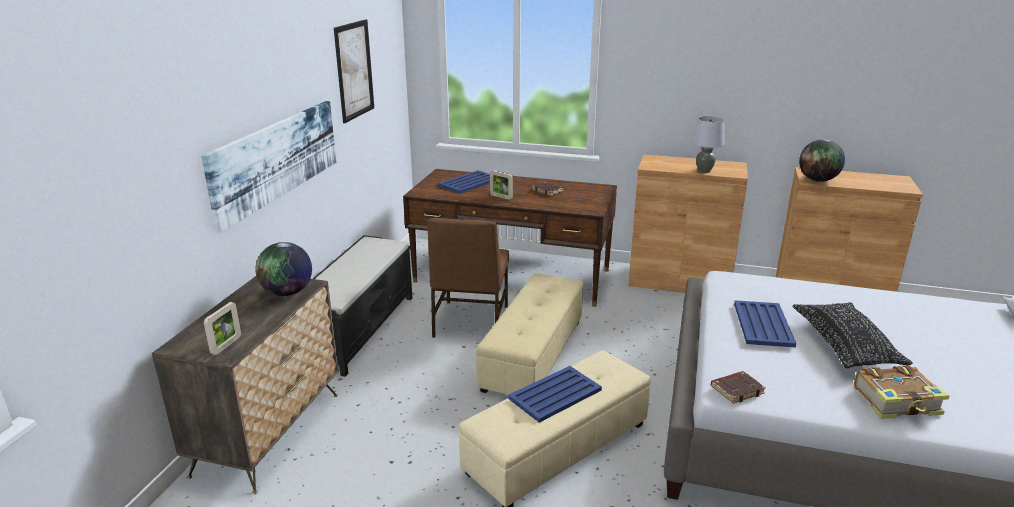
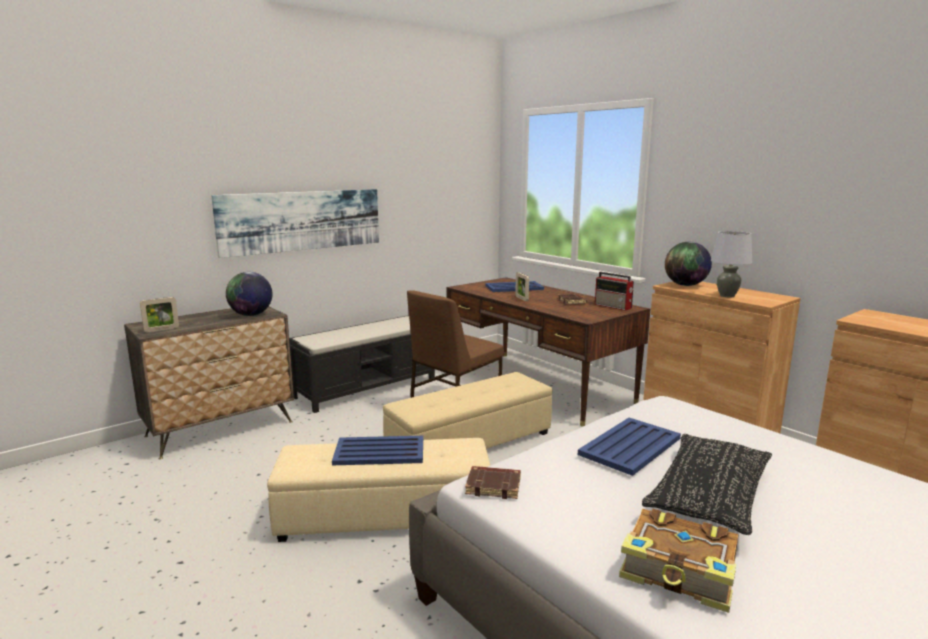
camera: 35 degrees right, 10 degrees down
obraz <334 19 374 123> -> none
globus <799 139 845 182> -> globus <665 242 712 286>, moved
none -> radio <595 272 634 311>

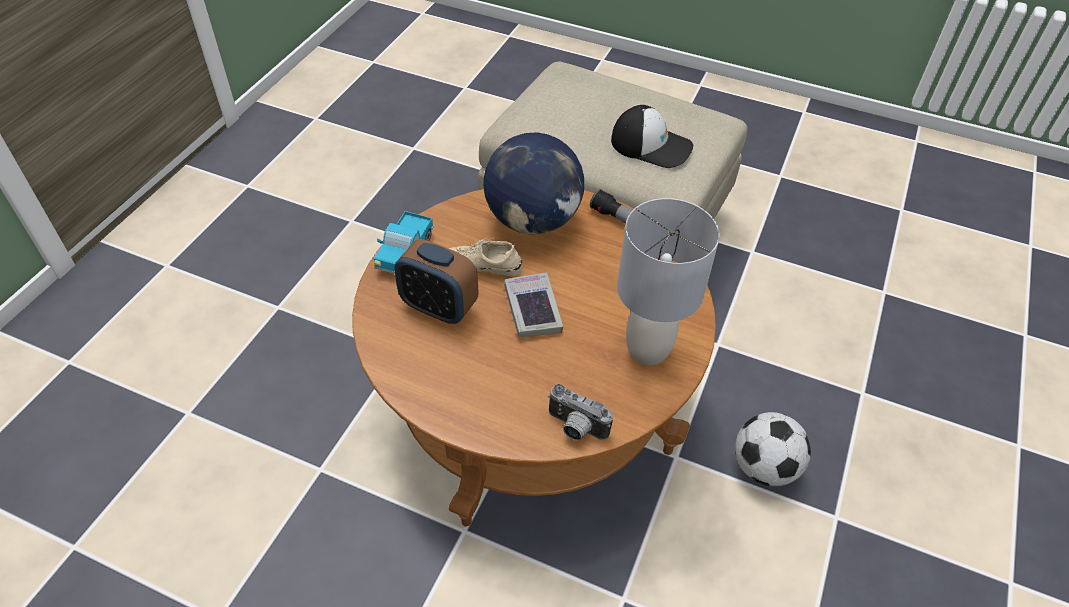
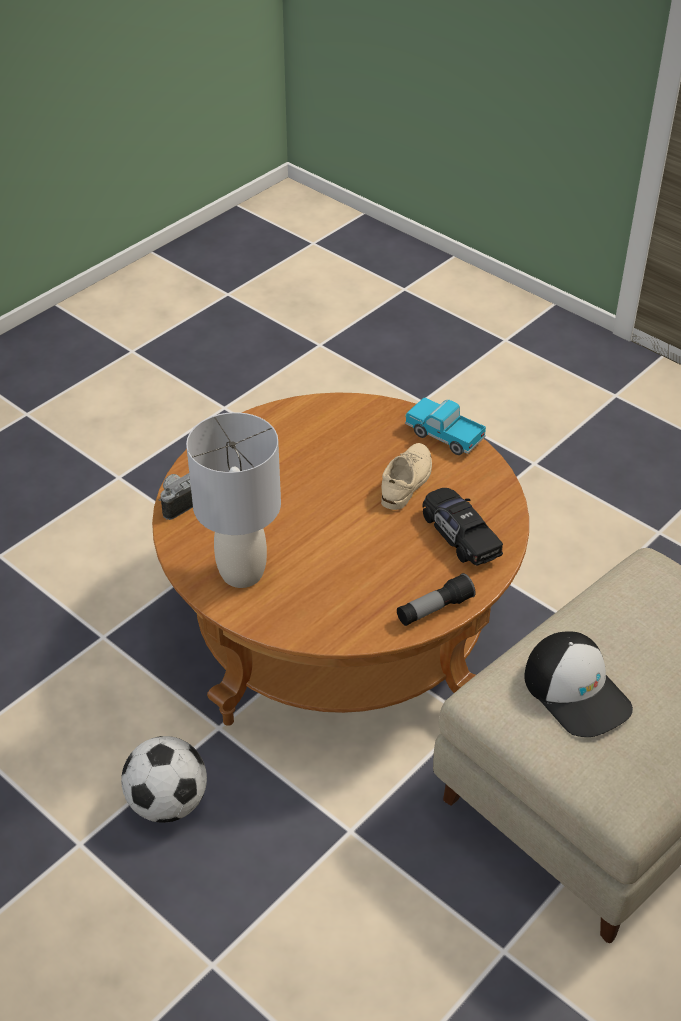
camera: 110 degrees right, 5 degrees down
budzik <394 239 479 324> -> none
globus <483 133 584 235> -> samochodzik [czarny] <422 488 503 566>
książka <504 272 563 337> -> none
czapka z daszkiem <611 105 693 168> -> czapka z daszkiem <524 631 633 737>, 75 degrees counterclockwise

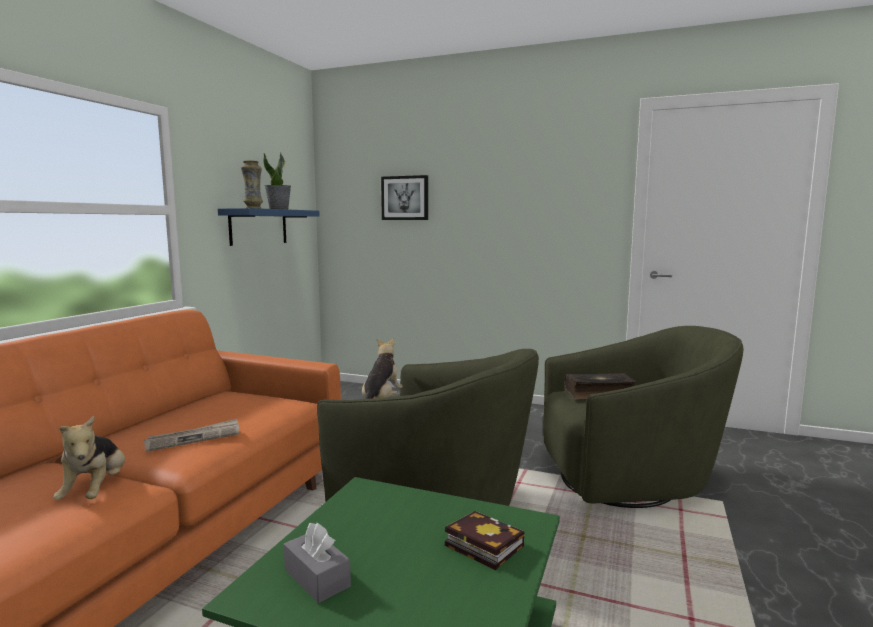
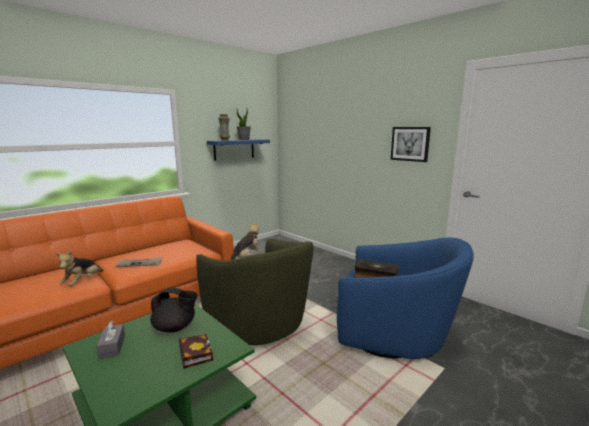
camera: 25 degrees right, 5 degrees up
obraz <381 175 428 220> -> obraz <391 127 431 162>, moved
fotel [zielony] <543 326 744 508> -> fotel [niebieski] <337 238 474 359>
none -> imbryk [czarny] <150 287 198 332>

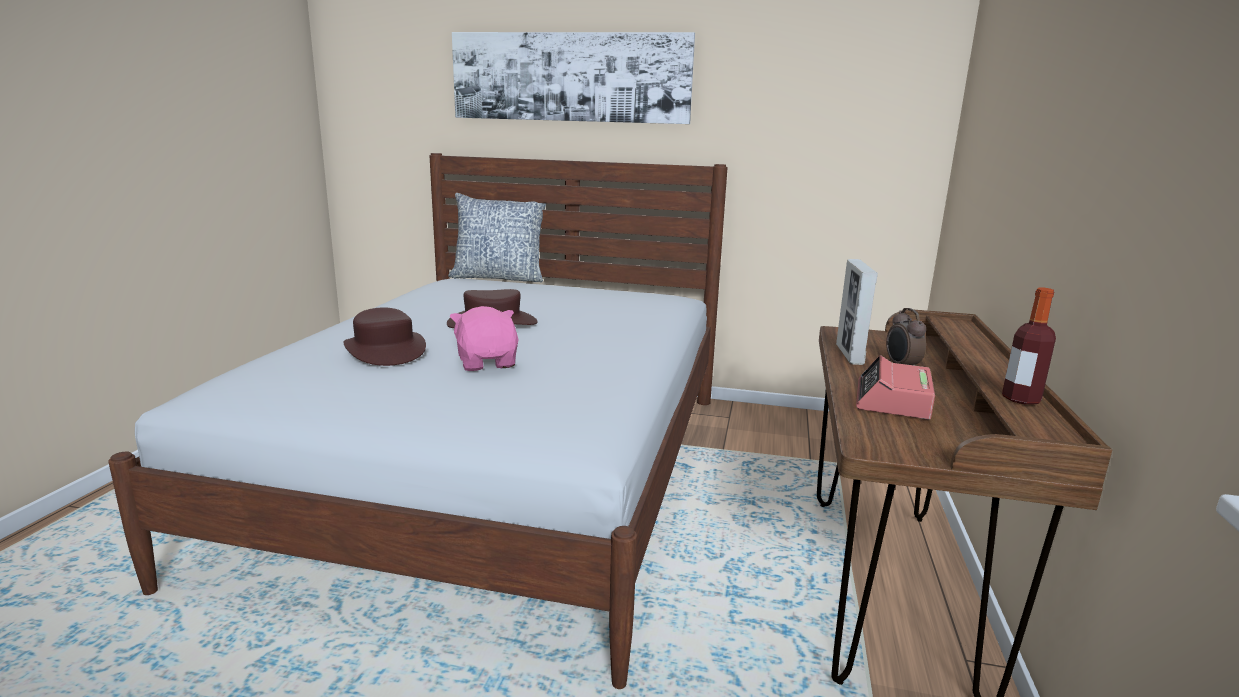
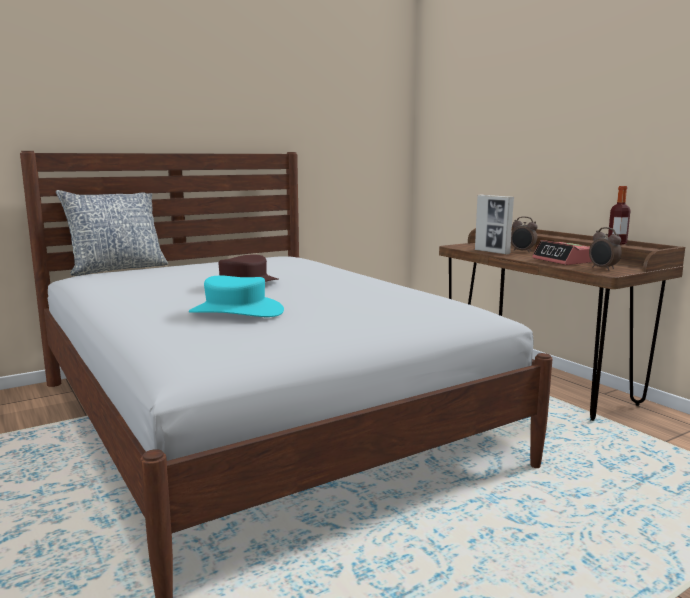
camera: 45 degrees left, 5 degrees down
kapelusz [brązowy] <343 307 426 366> -> kapelusz [turkusowy] <189 276 284 317>
pluszak [różowy] <450 306 519 371> -> none
obraz <452 32 695 124> -> none
none -> budzik <589 227 622 271>

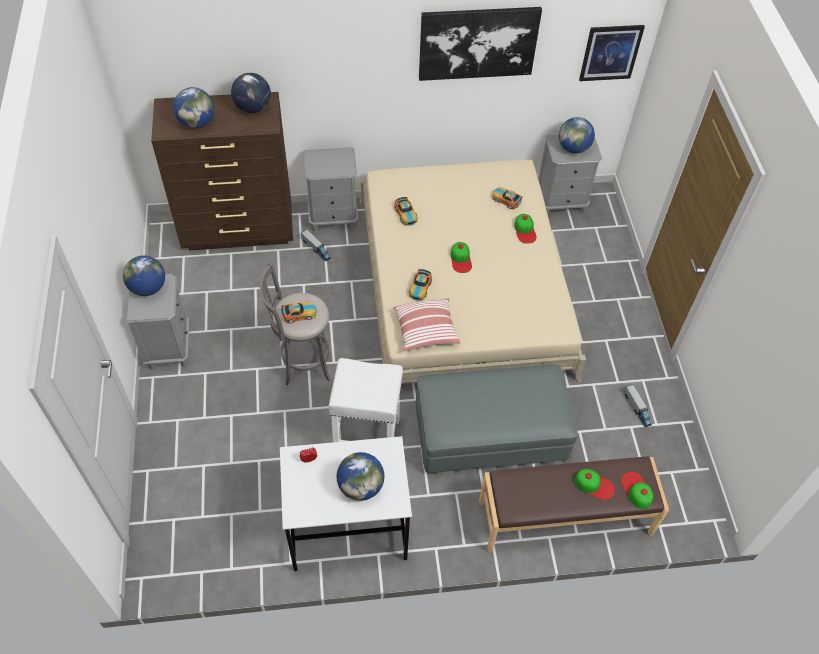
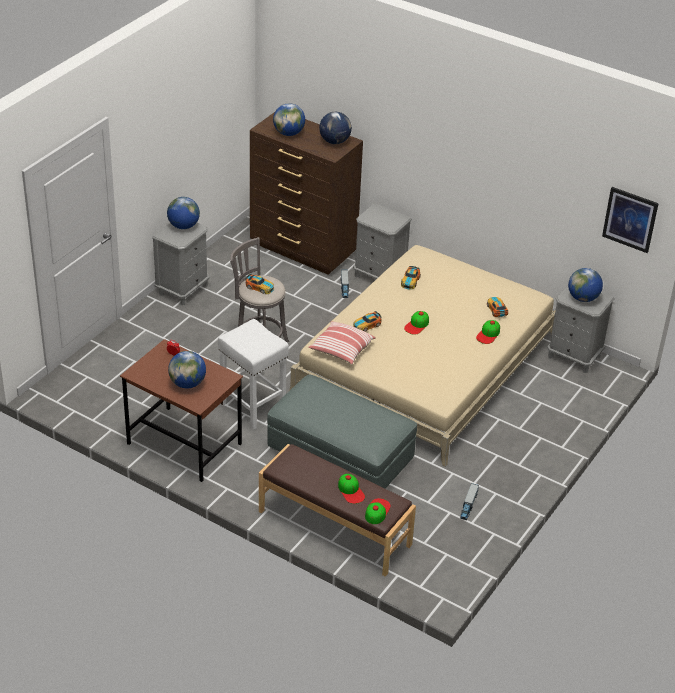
camera: 40 degrees right, 15 degrees down
biurko [biały] <280 436 412 571> -> biurko [brązowy] <120 339 243 482>
obraz <419 7 542 81> -> none

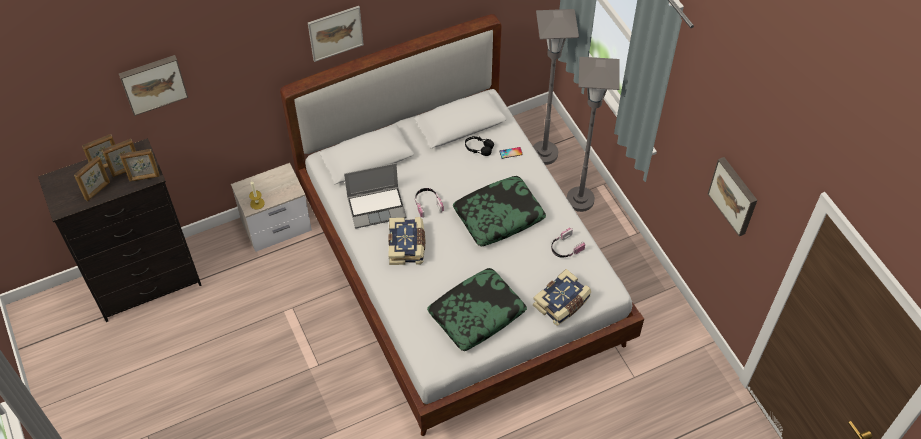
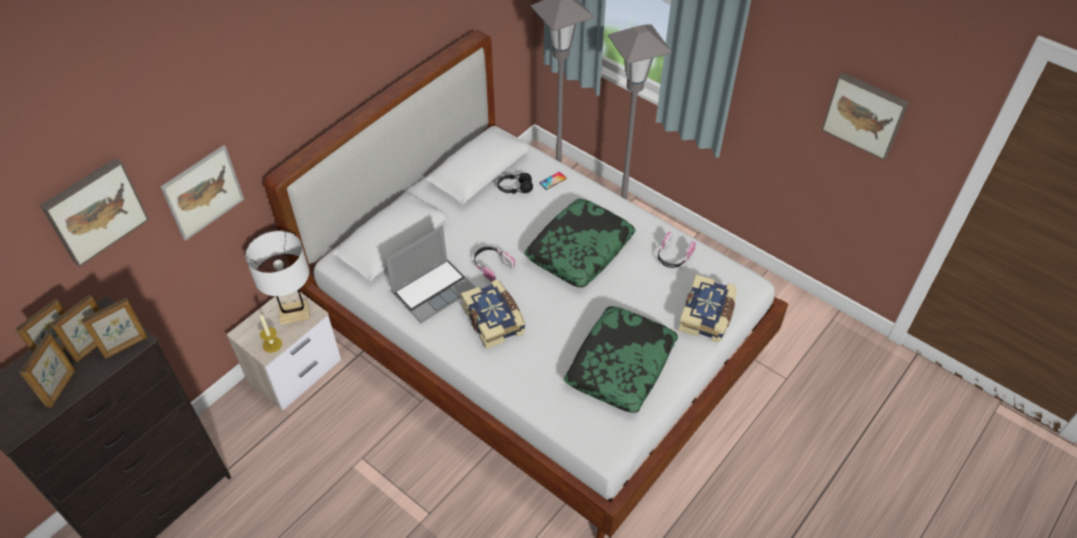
camera: 25 degrees left, 5 degrees down
obraz <308 6 364 62> -> obraz <160 145 244 241>, moved
none -> lampa stołowa [biały] <245 230 310 325>

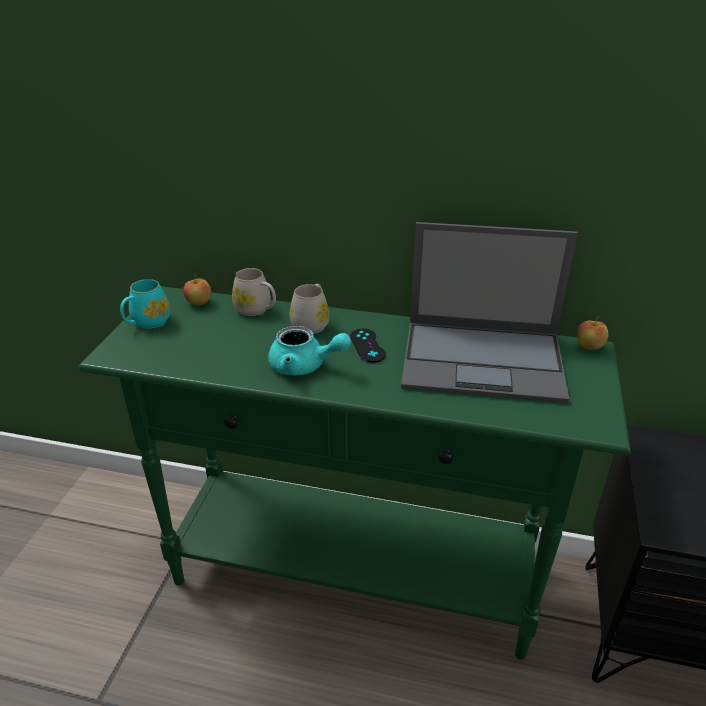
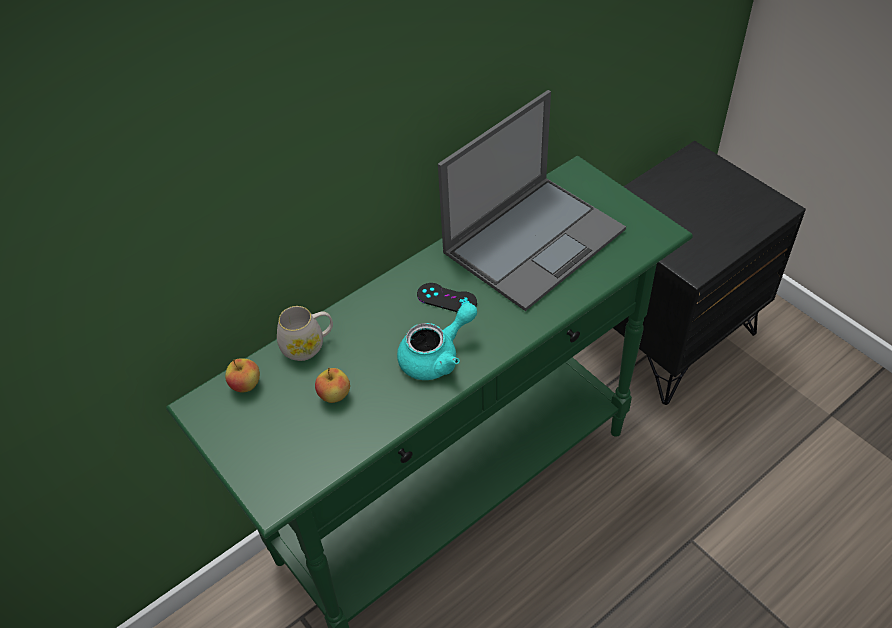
camera: 50 degrees left, 15 degrees up
kubek [turkusowy] <120 279 170 329> -> none
kubek [biały] <290 284 329 334> -> none
jabłko <577 316 609 350> -> jabłko <315 368 350 403>, moved

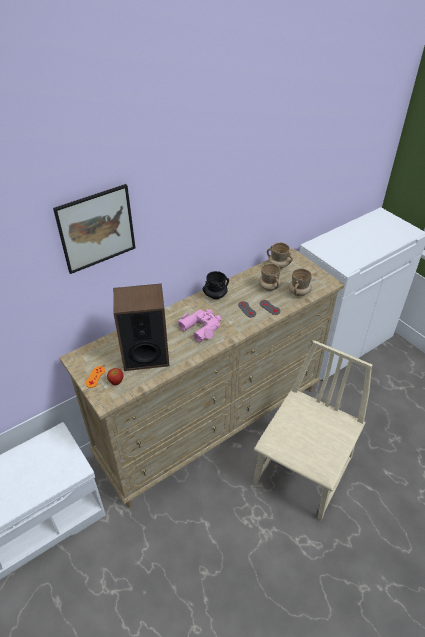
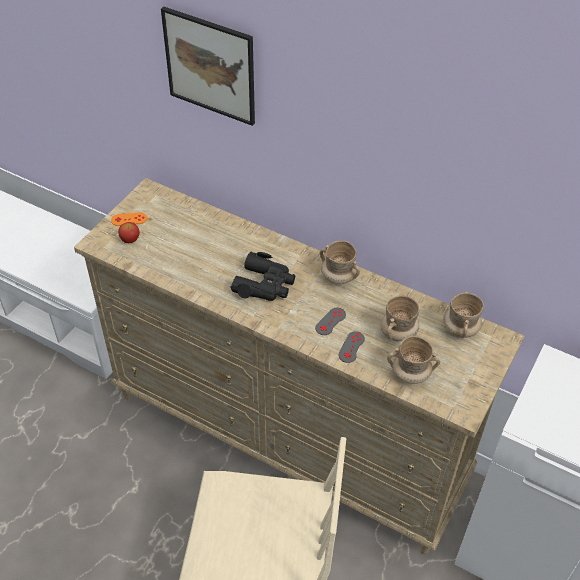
camera: 65 degrees right, 5 degrees up
głośnik <113 284 169 371> -> none
lornetka [różowy] <178 309 222 343> -> lornetka [czarny] <230 252 295 301>
kubek [czarny] <203 271 229 299> -> kubek [beżowy] <320 241 360 284>

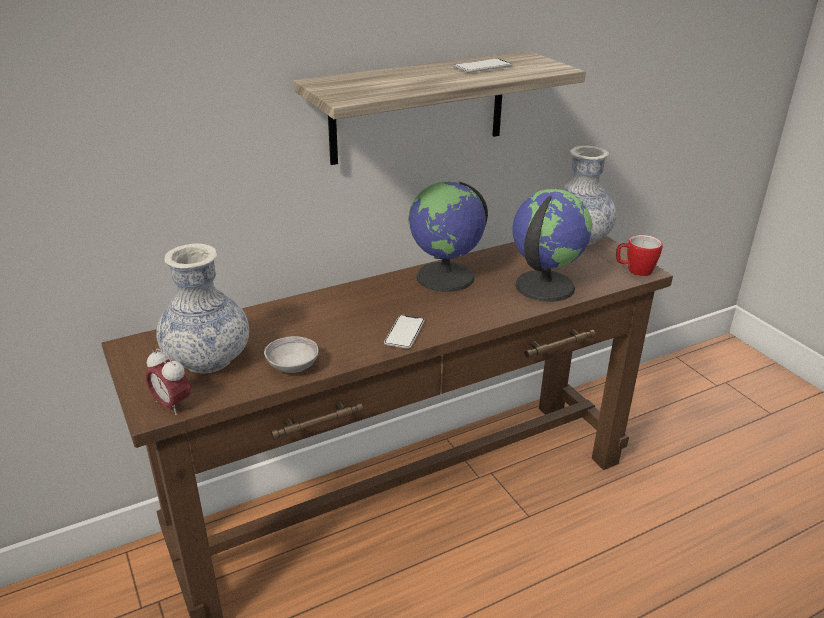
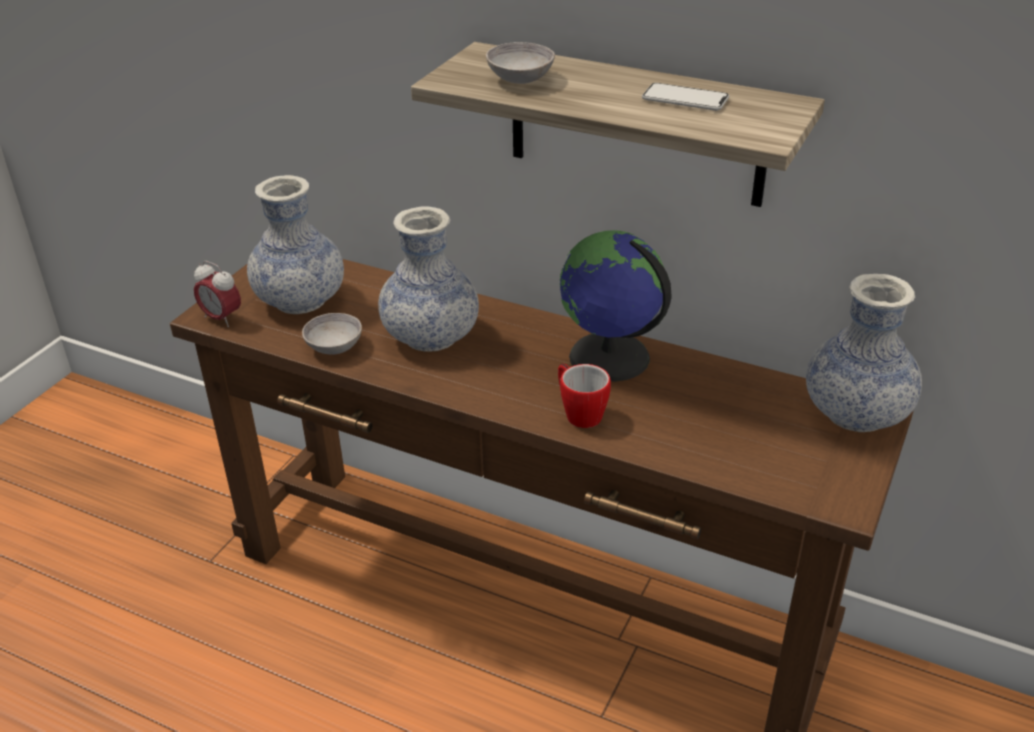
camera: 55 degrees right, 5 degrees up
budzik <146 349 191 415> -> budzik <194 261 241 327>, 60 degrees counterclockwise
telefon <384 315 425 349> -> none
globus <512 189 592 302> -> none
kubek <616 235 663 276> -> kubek <558 364 611 428>, moved
none -> wazon <378 206 479 352>
none -> miska [szary] <486 42 555 84>

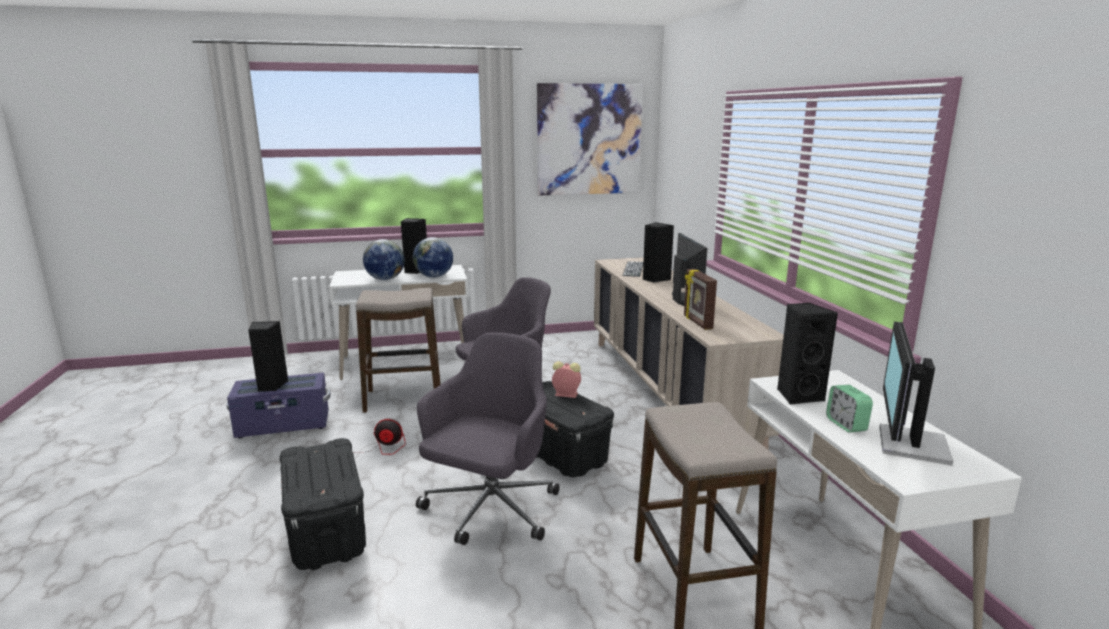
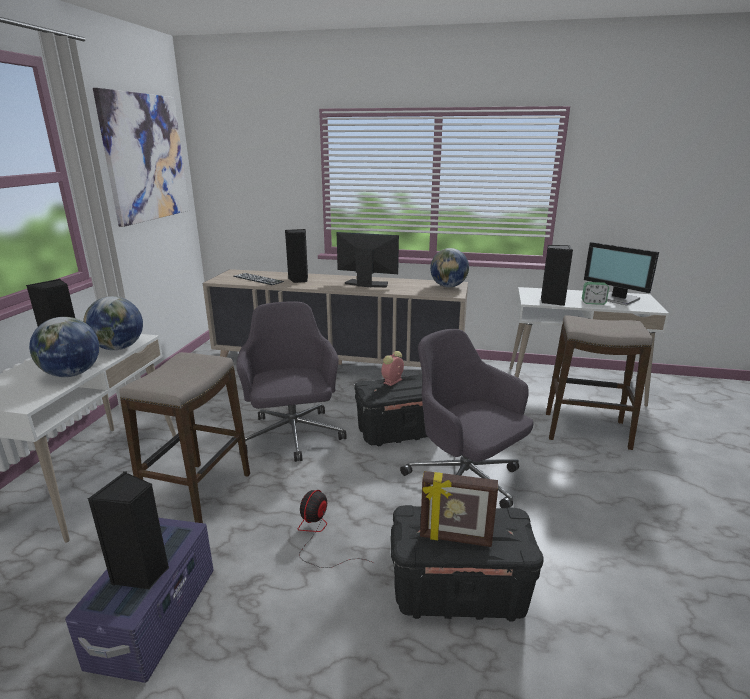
camera: 65 degrees left, 5 degrees up
ramka na zdjęcie <684 269 717 330> -> ramka na zdjęcie <420 471 498 547>, moved
none -> globus <430 248 469 287>

